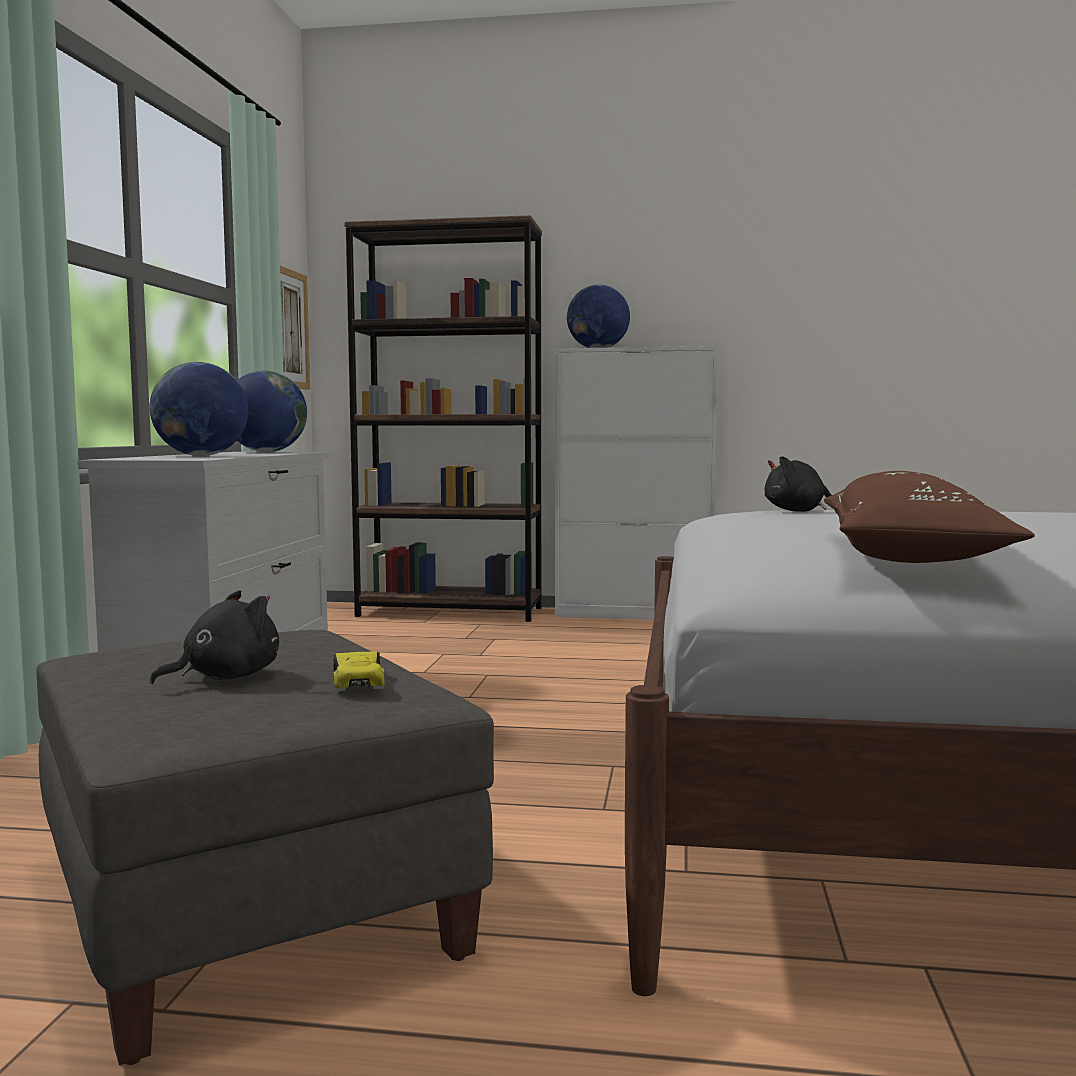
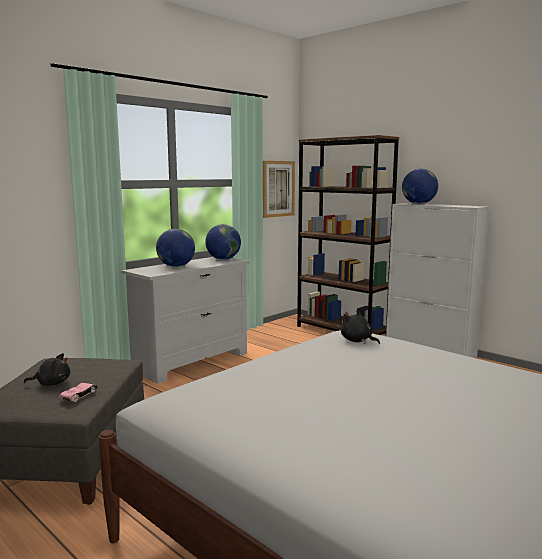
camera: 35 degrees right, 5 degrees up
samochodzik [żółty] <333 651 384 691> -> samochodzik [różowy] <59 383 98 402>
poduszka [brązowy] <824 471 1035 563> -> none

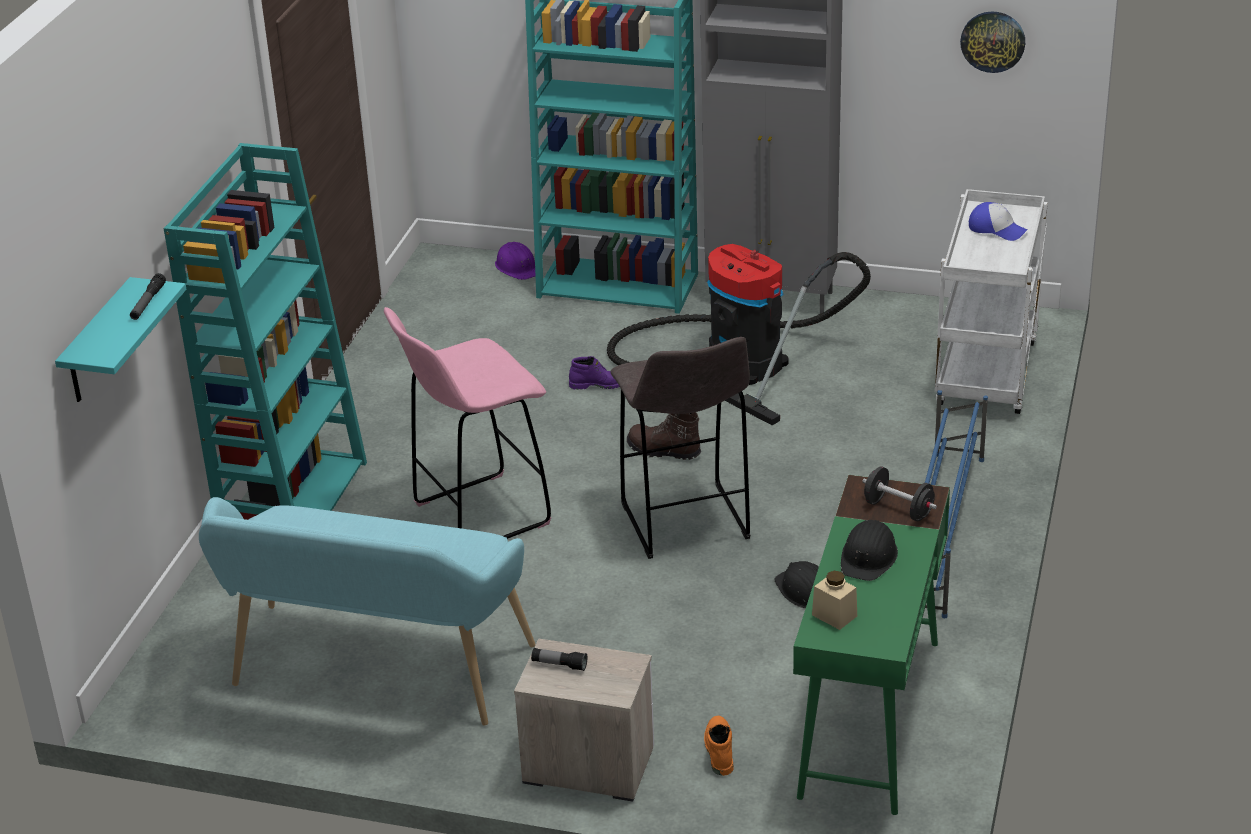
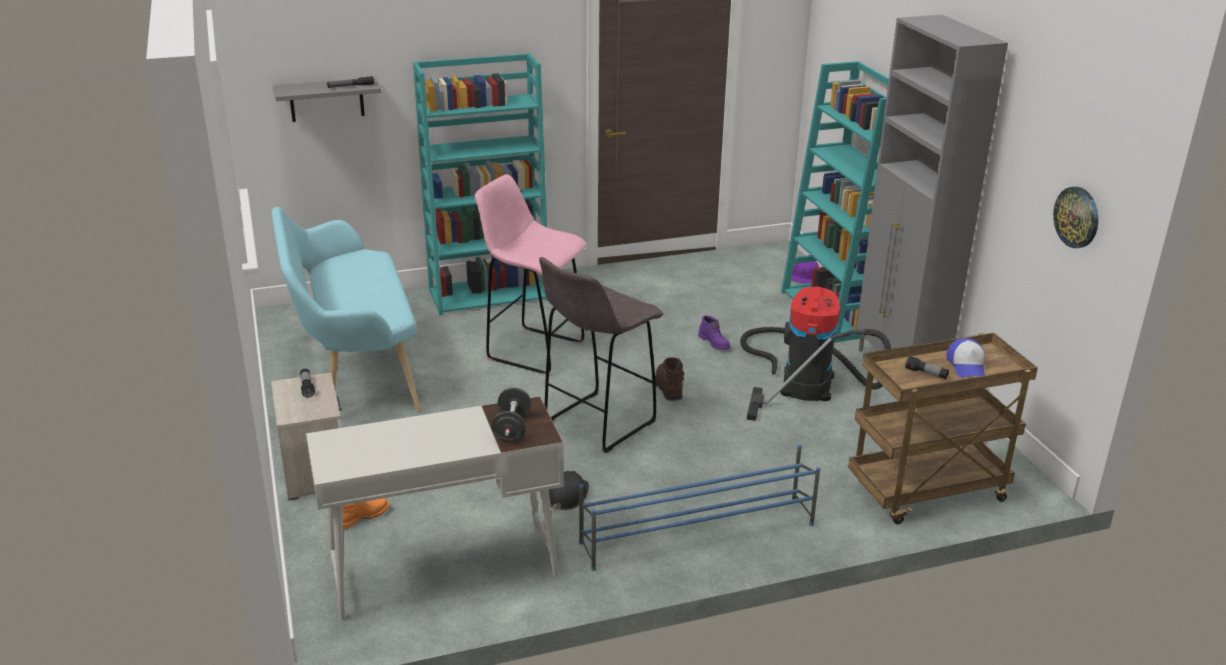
camera: 55 degrees right, 5 degrees down
półka [turkusowy] <55 277 186 402> -> półka [szary] <273 78 381 122>
biurko [zielony] <793 475 950 815> -> biurko [biały] <306 396 564 621>
słoik [beżowy] <812 571 857 630> -> none
kask [czarny] <841 520 898 581> -> none
wózek [biały] <935 189 1048 414> -> wózek [brązowy] <848 332 1038 524>
none -> latarka <905 356 949 379>

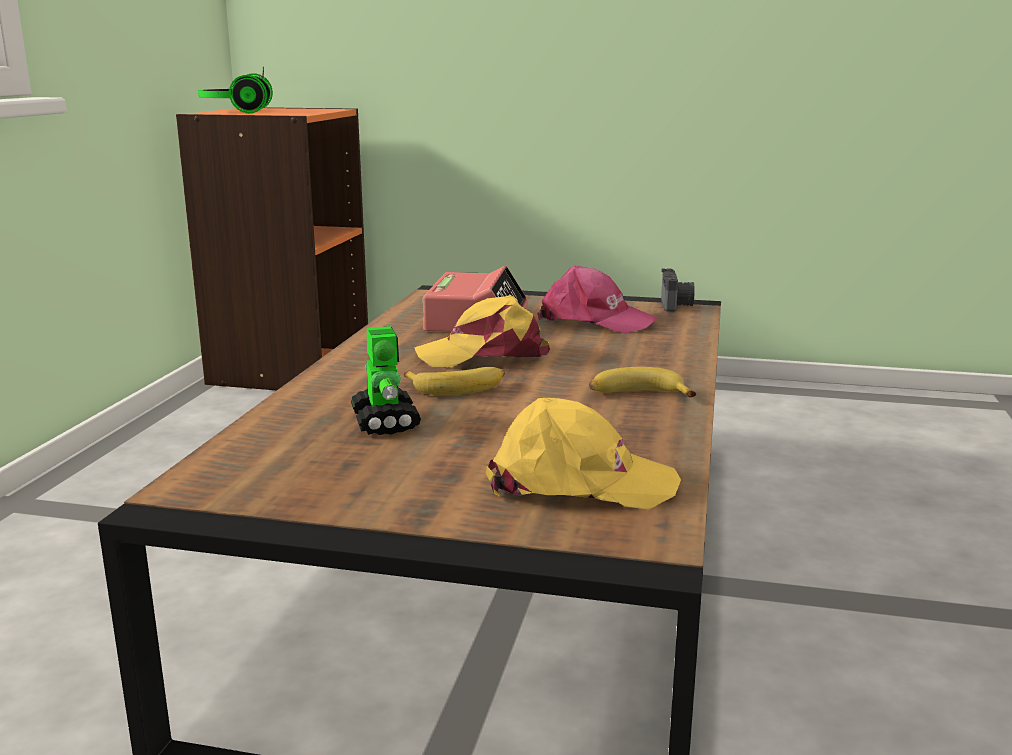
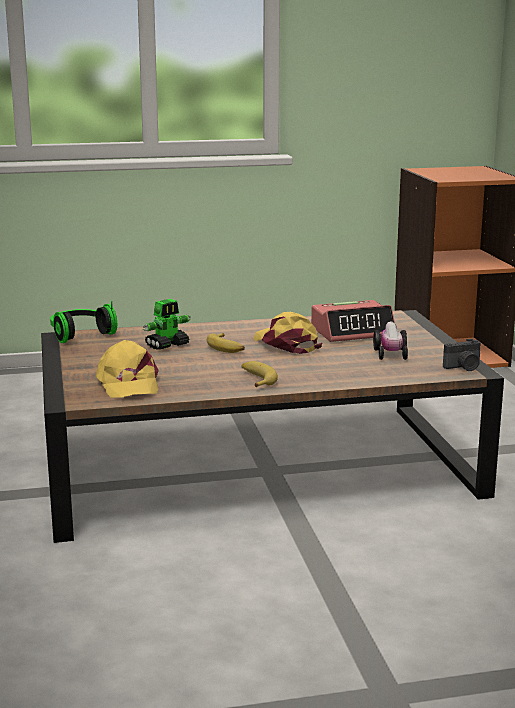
camera: 65 degrees right, 0 degrees up
słuchawki <198 67 273 113> -> słuchawki <50 301 117 343>, moved
czapka z daszkiem [różowy] <538 265 657 334> -> samochodzik <373 321 408 360>

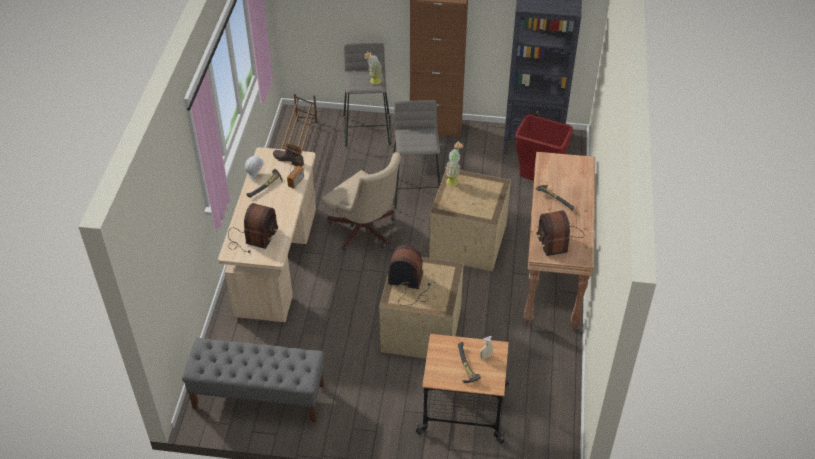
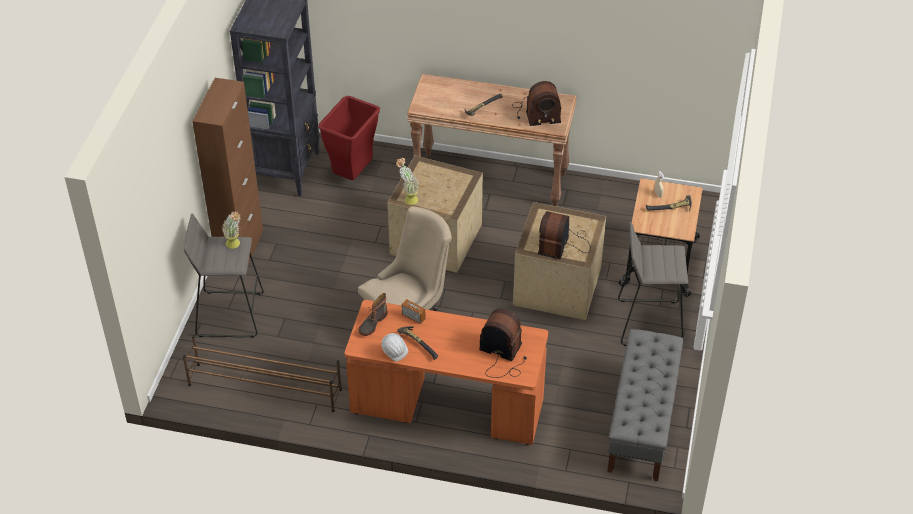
camera: 85 degrees left, 0 degrees up
biurko [beżowy] <218 147 316 322> -> biurko [pomarańczowy] <345 300 548 445>
stołek [szary] <393 100 440 208> -> stołek [szary] <618 222 688 346>, moved

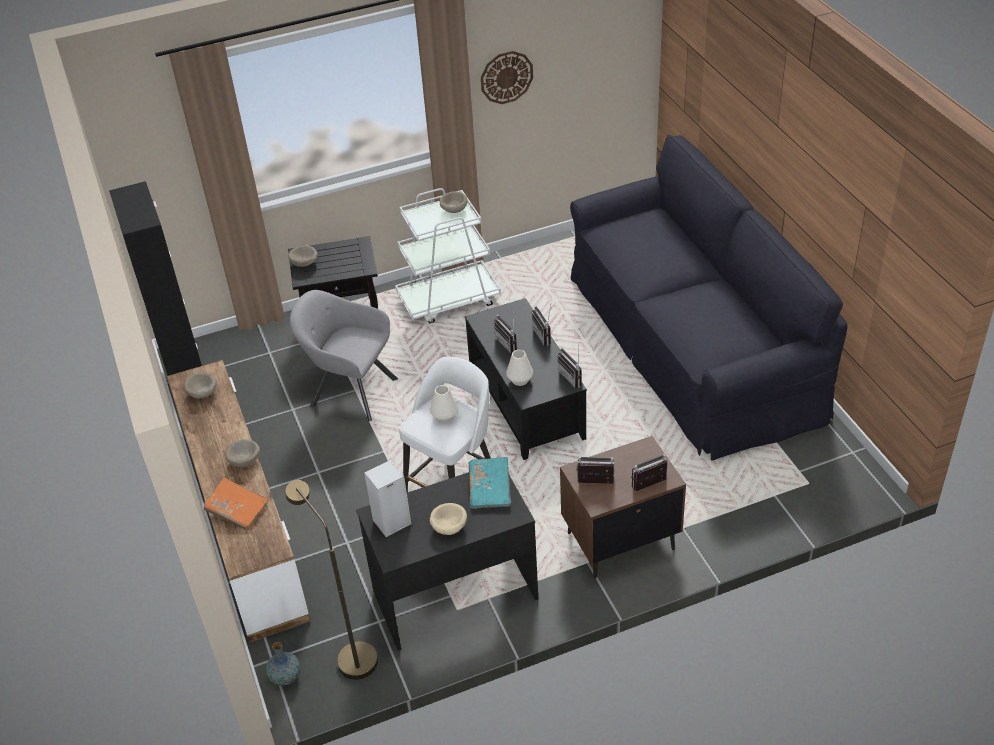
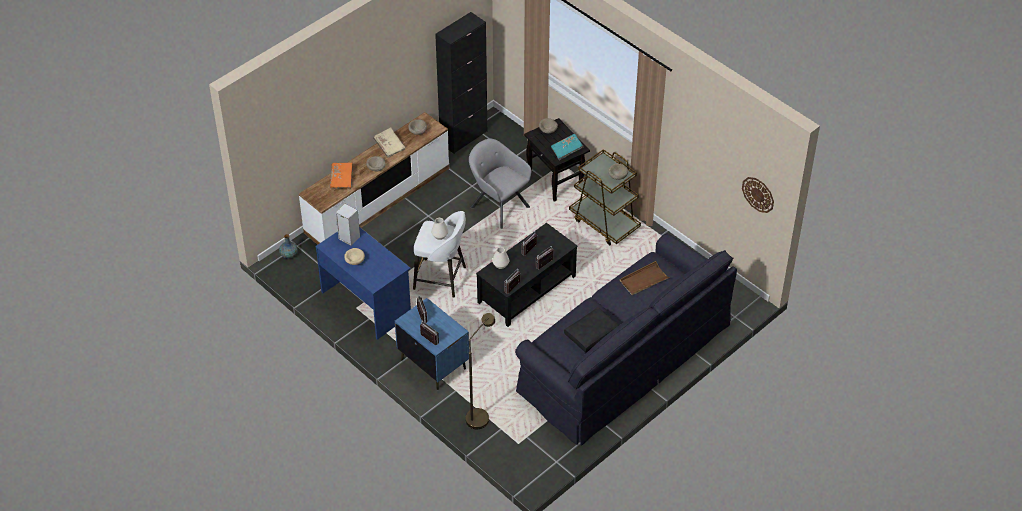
camera: 65 degrees right, 5 degrees up
lampa stojąca [brązowy] <285 480 378 680> -> lampa stojąca [brązowy] <465 313 495 429>, moved
fotel [szary] <290 290 398 421> -> fotel [szary] <469 139 532 229>, 45 degrees counterclockwise
biurko [czarny] <356 472 538 650> -> biurko [niebieski] <315 227 411 340>
wózek [biały] <395 188 501 324> -> wózek [brązowy] <569 149 641 245>
książka [turkusowy] <469 457 511 509> -> książka [turkusowy] <551 134 584 160>, moved
zegar ścienny <481 51 533 104> -> zegar ścienny <742 177 774 213>, moved
szafka nocna [brązowy] <560 436 686 579> -> szafka nocna [niebieski] <395 298 469 390>
none -> książka [beżowy] <373 127 406 158>
none -> poduszka [czarny] <564 307 619 353>
none -> taca [brązowy] <620 261 670 295>

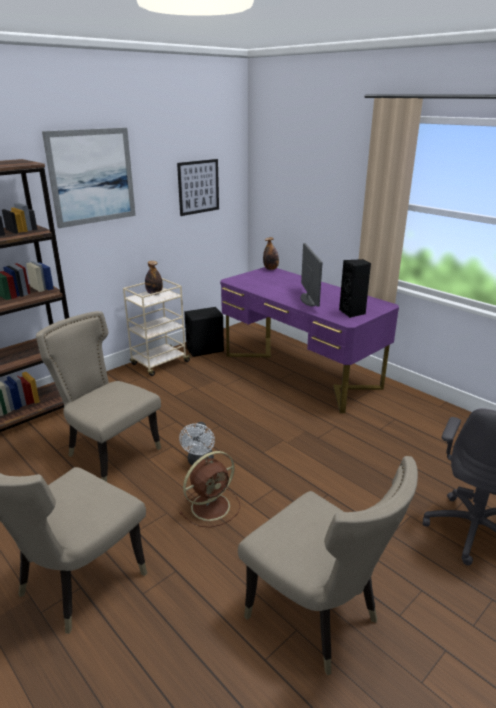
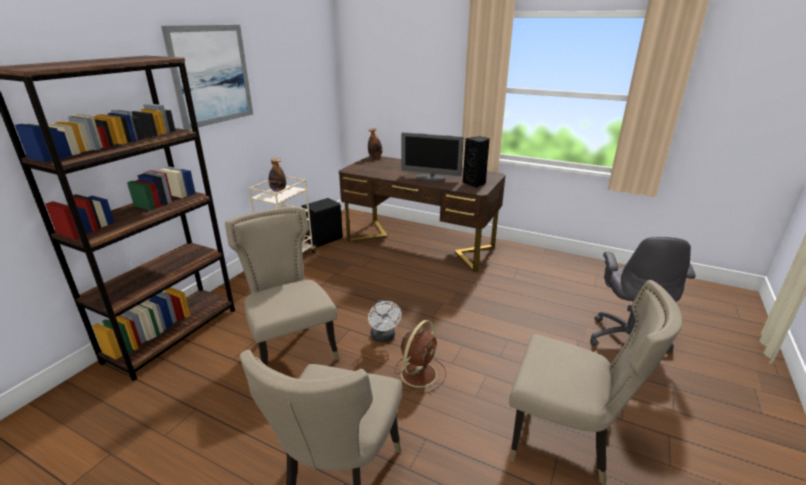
camera: 20 degrees left, 0 degrees up
krzesło [beżowy] <36 311 161 482> -> krzesło [beżowy] <225 207 339 366>, 45 degrees clockwise
obraz <177 159 219 216> -> none
biurko [fioletowy] <220 267 399 413> -> biurko [brązowy] <339 156 506 272>
monitor <301 243 322 307> -> monitor <401 132 464 181>, 135 degrees clockwise

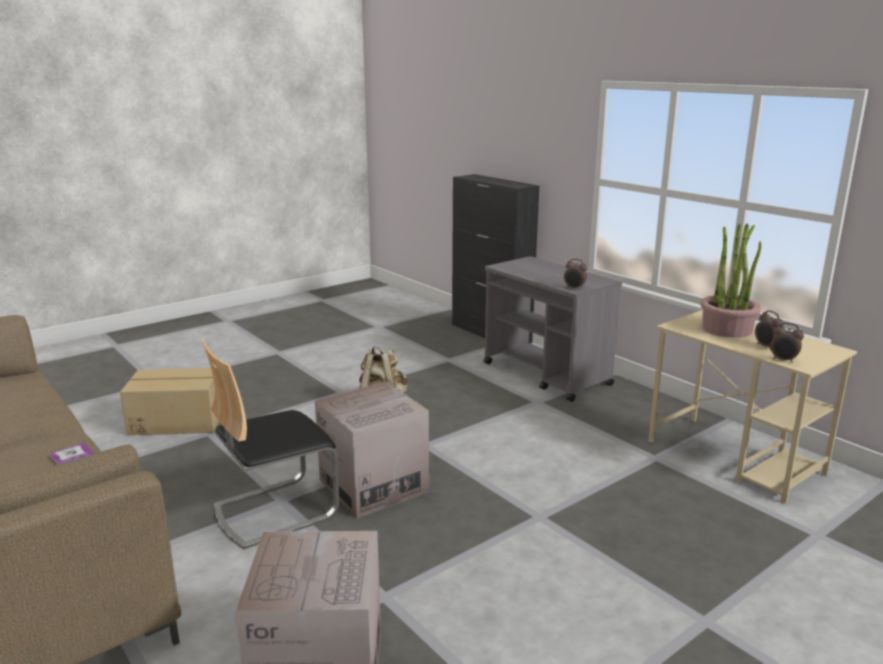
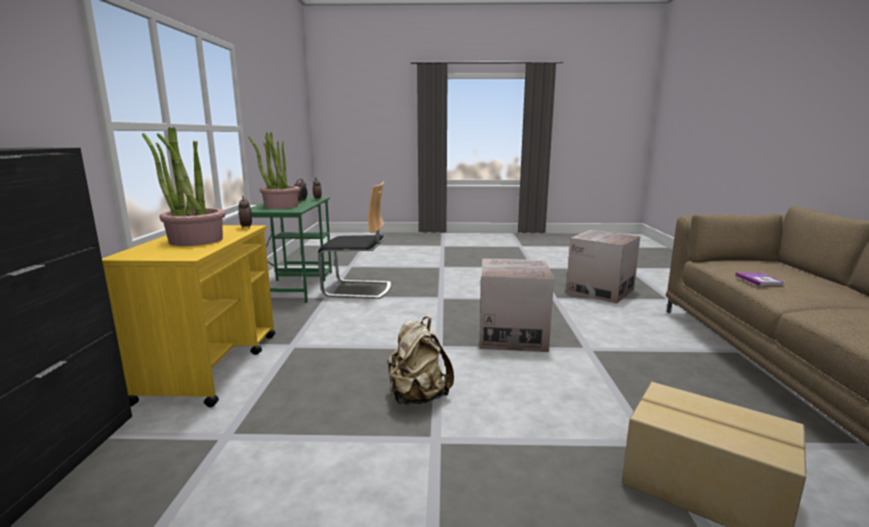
camera: 140 degrees left, 5 degrees down
krzesło <202 339 339 549> -> krzesło <318 182 391 299>, moved
wózek [szary] <484 256 622 402> -> wózek [żółty] <102 225 276 407>
biurko [beżowy] <648 310 857 504> -> biurko [zielony] <238 197 332 303>
none -> roślina doniczkowa <142 127 226 246>

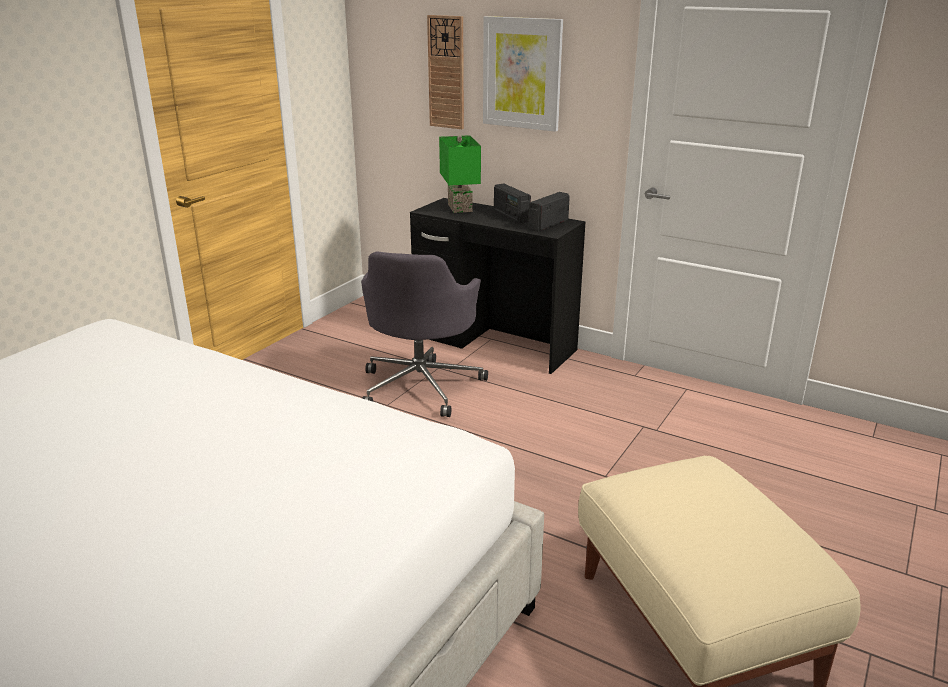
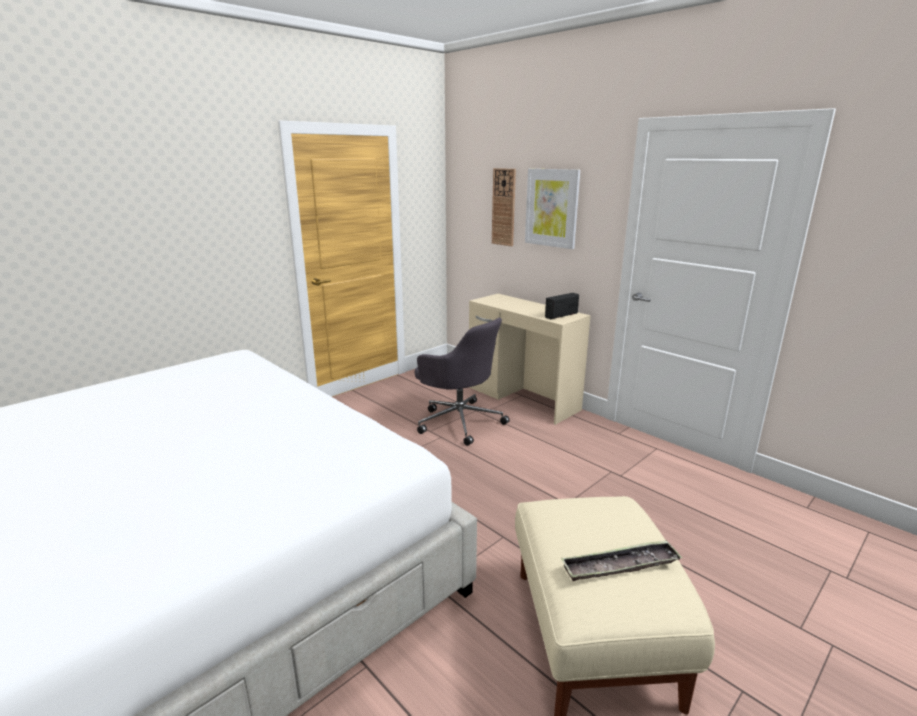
camera: 15 degrees right, 5 degrees down
krzesło biurowe [szary] <361 252 488 417> -> krzesło biurowe [szary] <415 318 510 446>, 75 degrees counterclockwise
biurko [czarny] <410 198 586 374> -> biurko [beżowy] <469 294 591 425>
lampa stołowa [zielony] <439 135 481 213> -> none
radio <494 183 531 223> -> none
none -> taca <561 540 683 581>

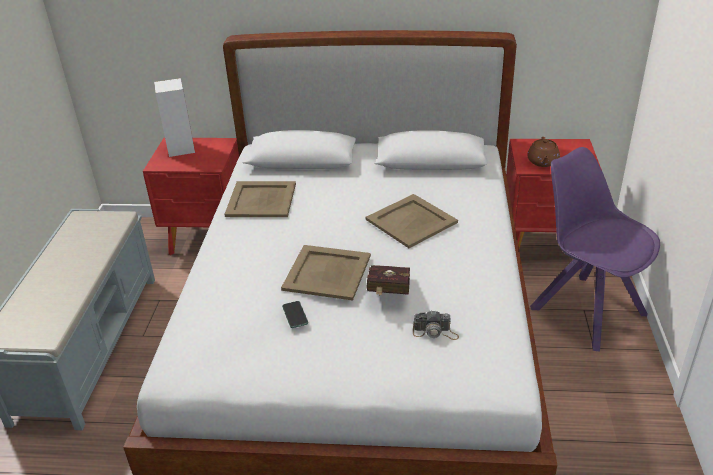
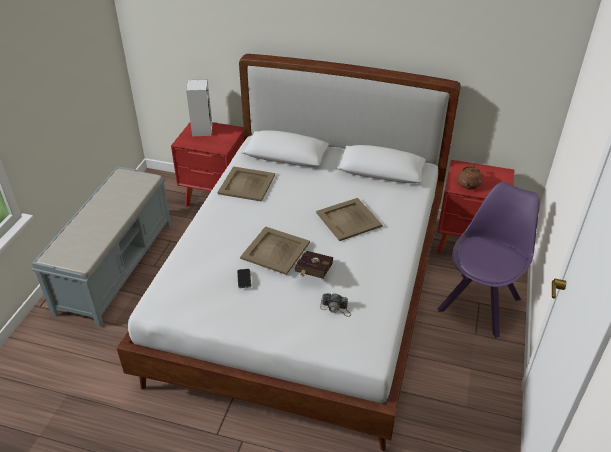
camera: 10 degrees right, 5 degrees up
krzesło [fioletowy] <530 147 660 352> -> krzesło [fioletowy] <438 182 540 338>, 60 degrees clockwise

